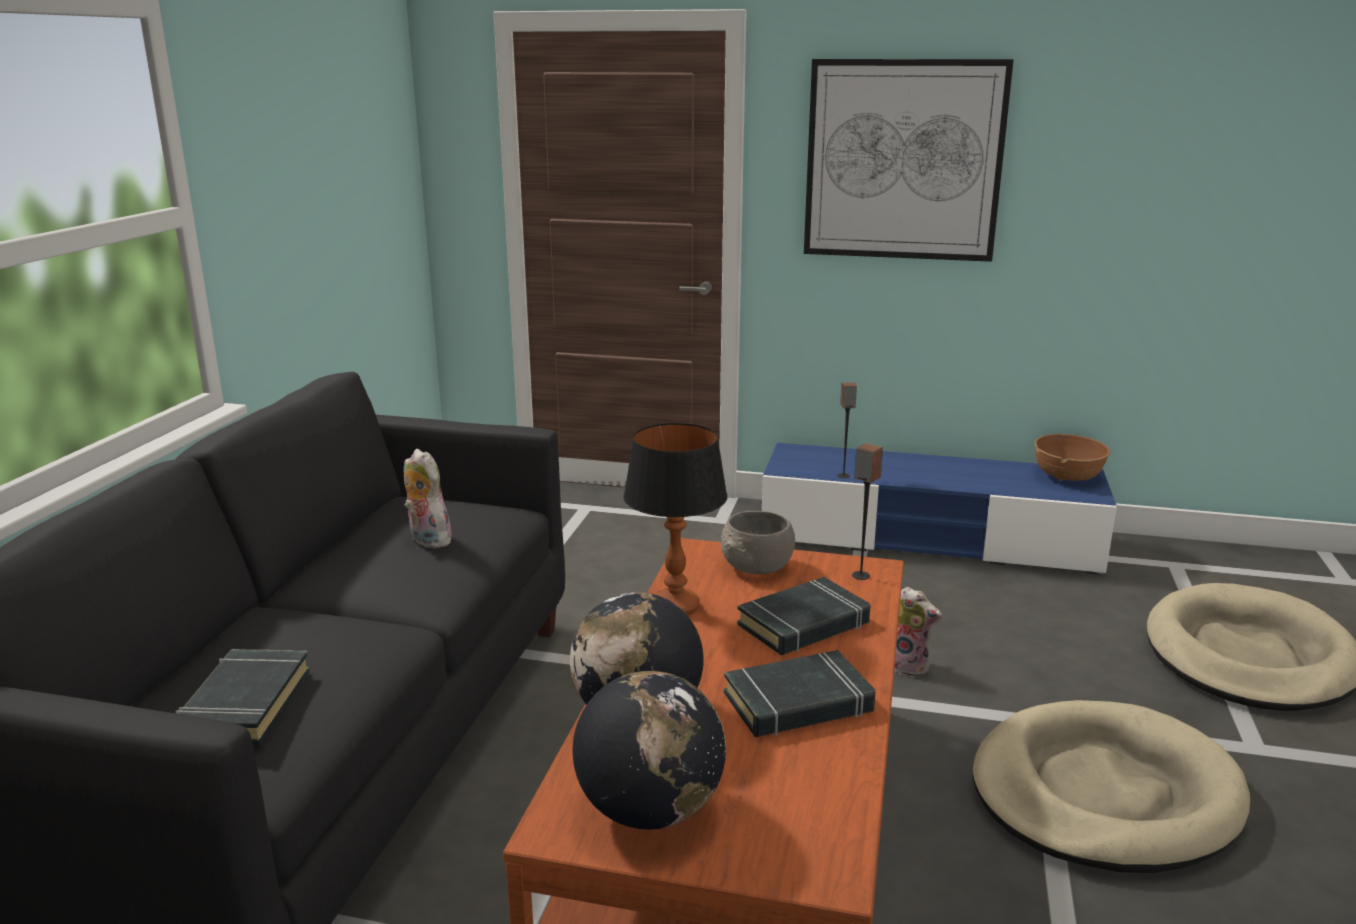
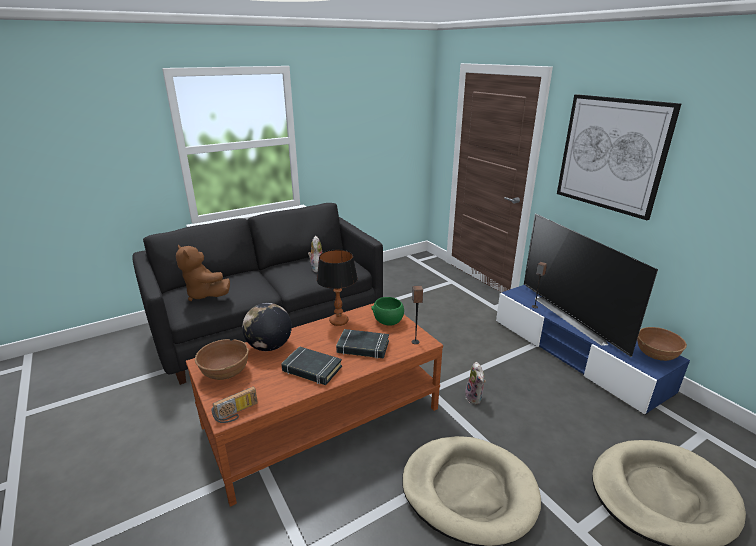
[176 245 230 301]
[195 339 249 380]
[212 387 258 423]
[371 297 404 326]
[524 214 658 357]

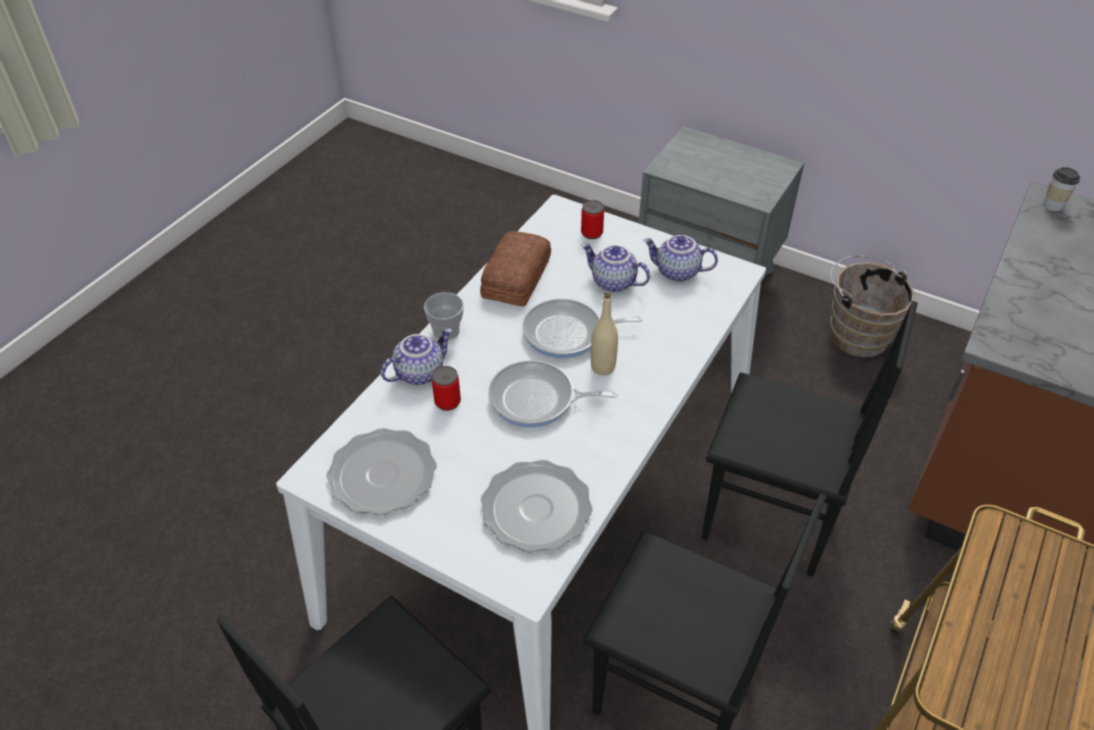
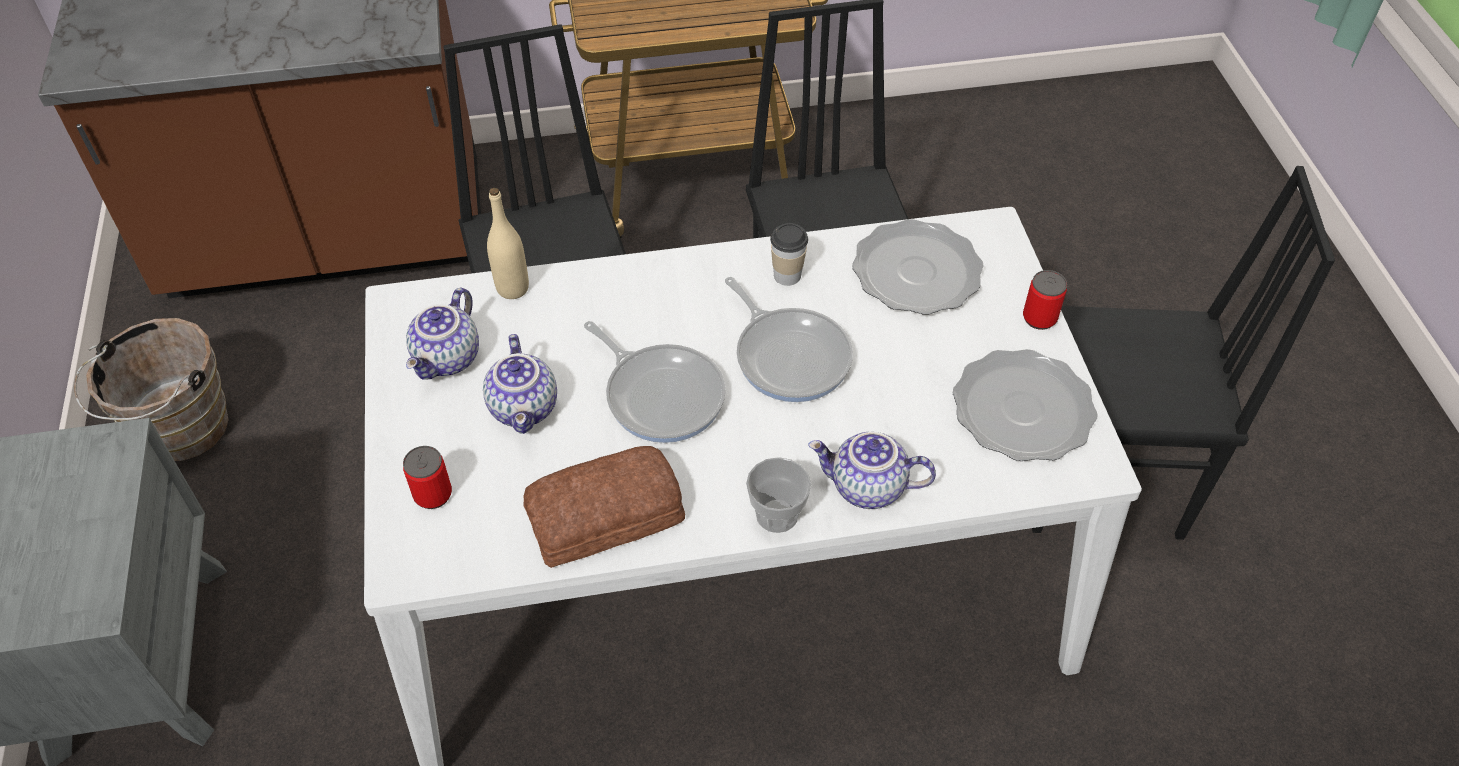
[406 288 479 380]
[487 188 529 299]
[770 223 808 286]
[1023 270 1067 330]

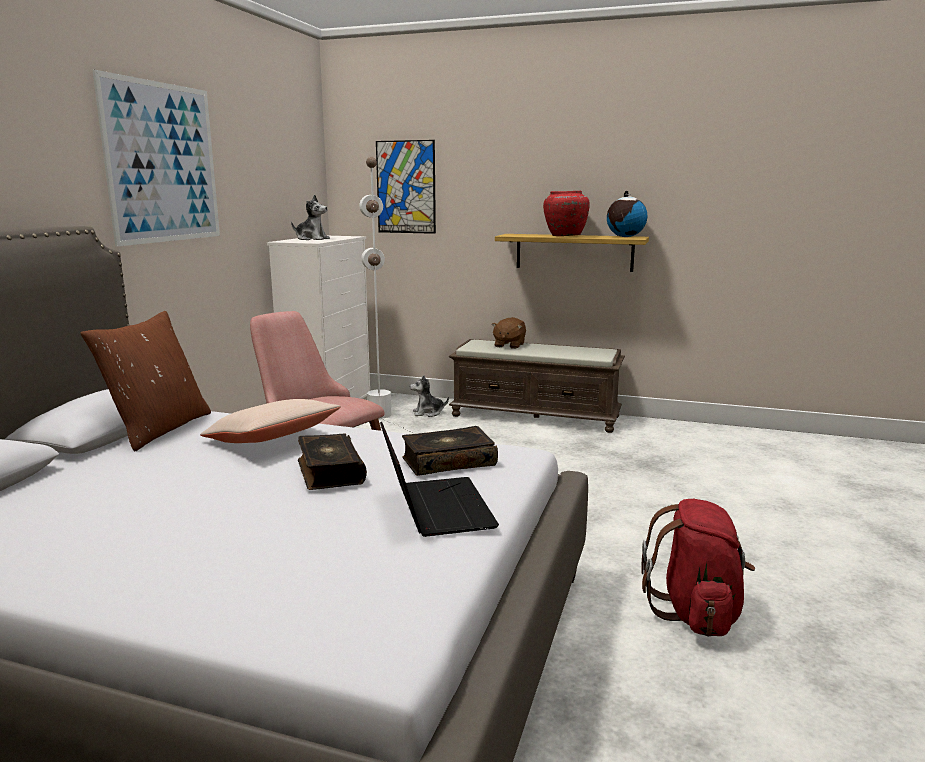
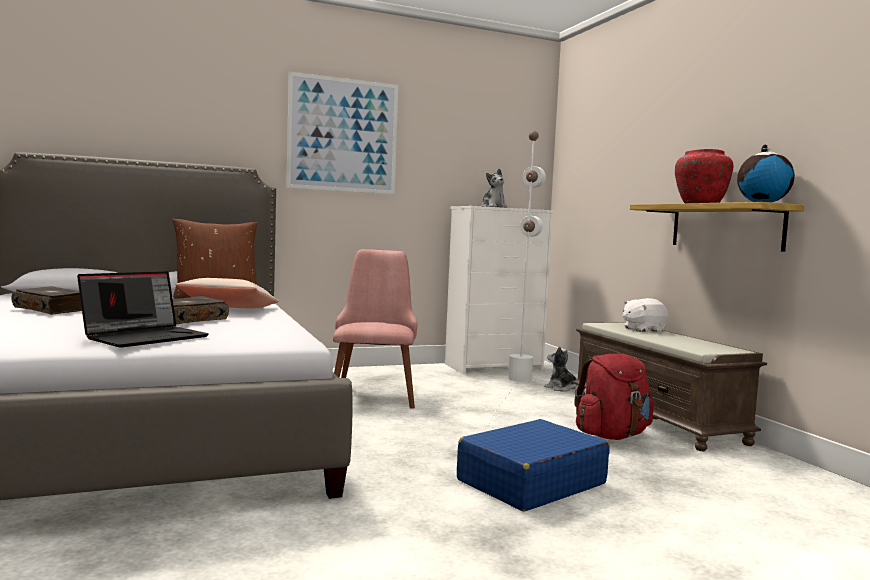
[11 286 82 314]
[457 419 610 512]
[574 353 654 440]
[623 298 668 332]
[376 140 436 234] (first image)

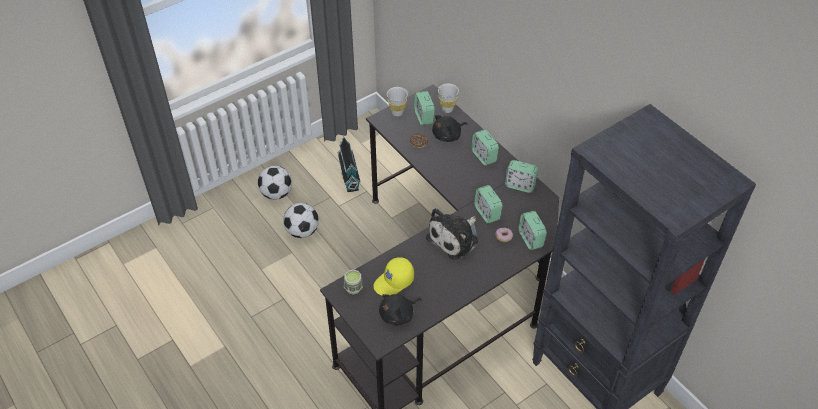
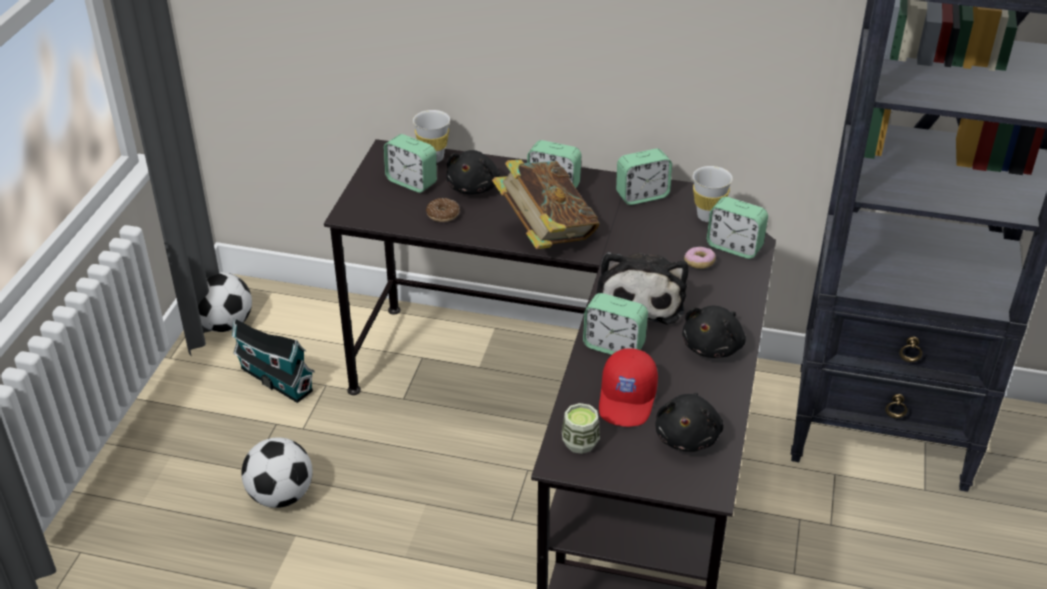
[198 272 252 332]
[492 160 600 249]
[583 293 648 355]
[599 348 658 427]
[682 306 746 358]
[693 166 733 222]

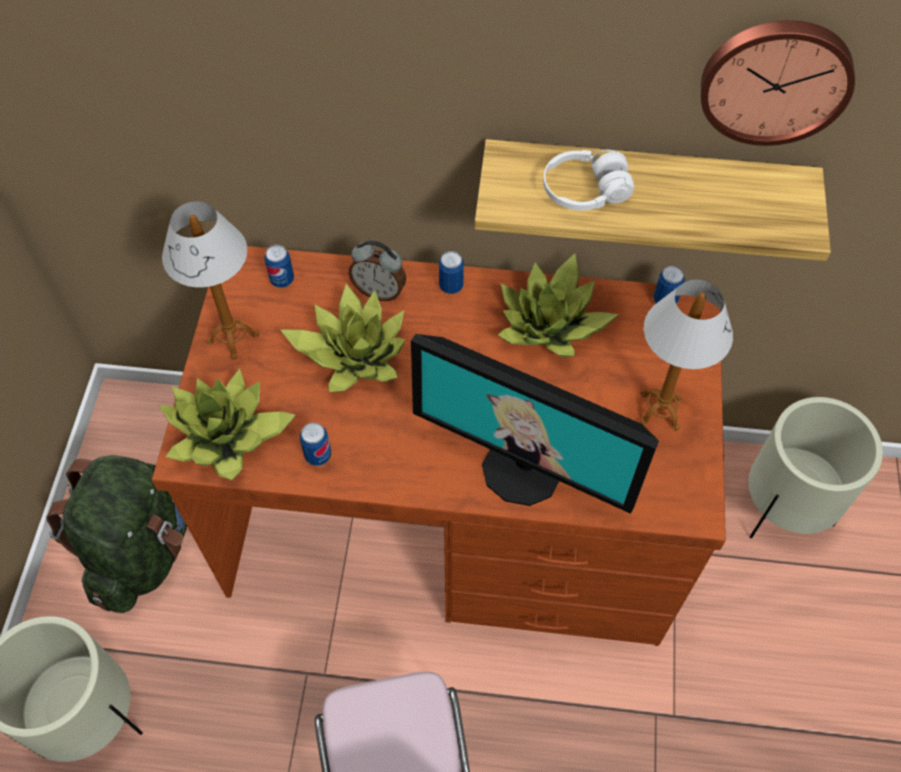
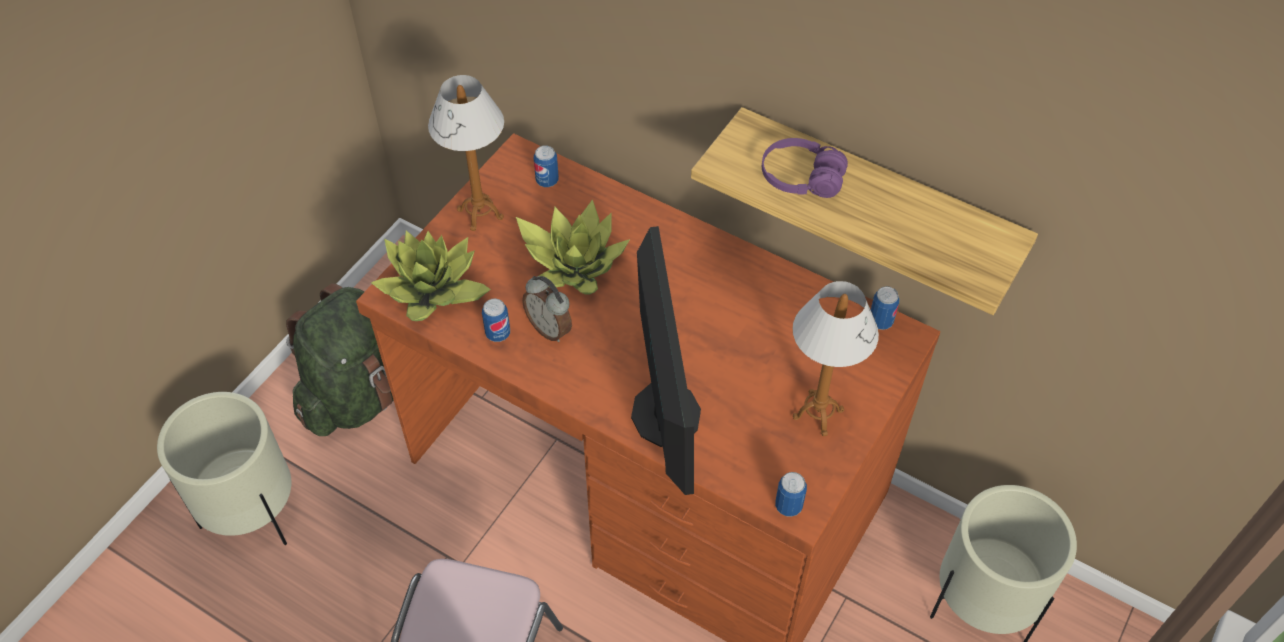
[522 276 572 342]
[631 226 701 495]
[762 138 848 198]
[775 472 807 517]
[498 253 619 357] (first image)
[701 20 855 146] (first image)

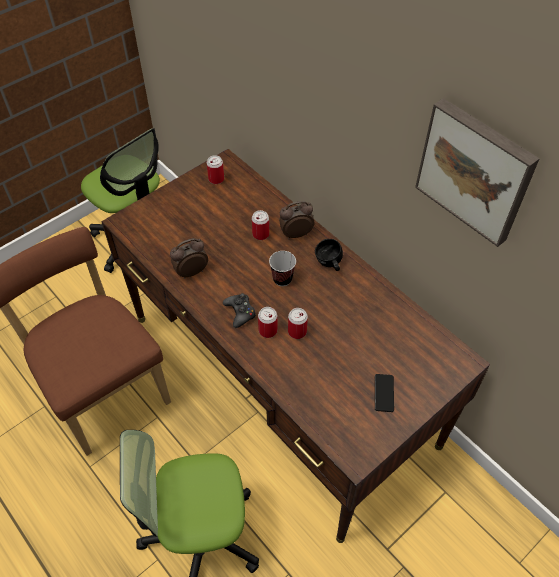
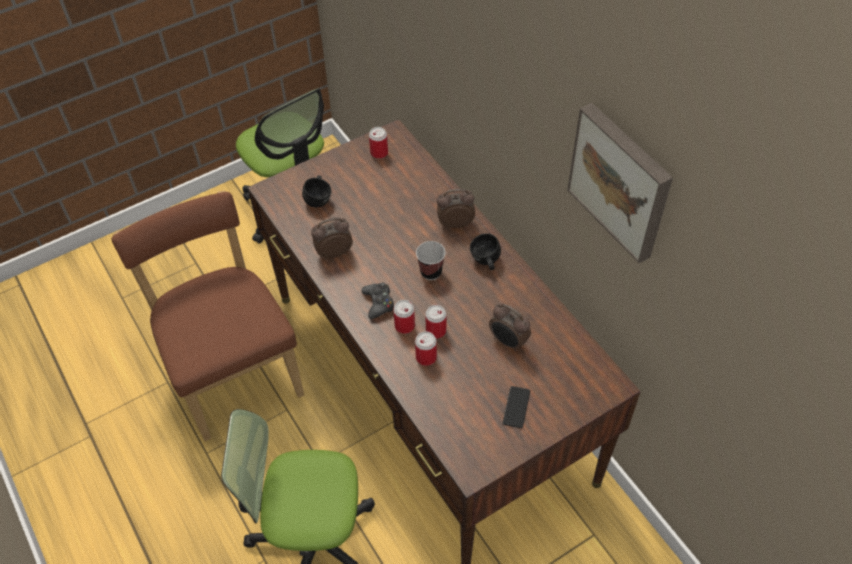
[302 175 332 207]
[415 331 437 366]
[489 304 531 352]

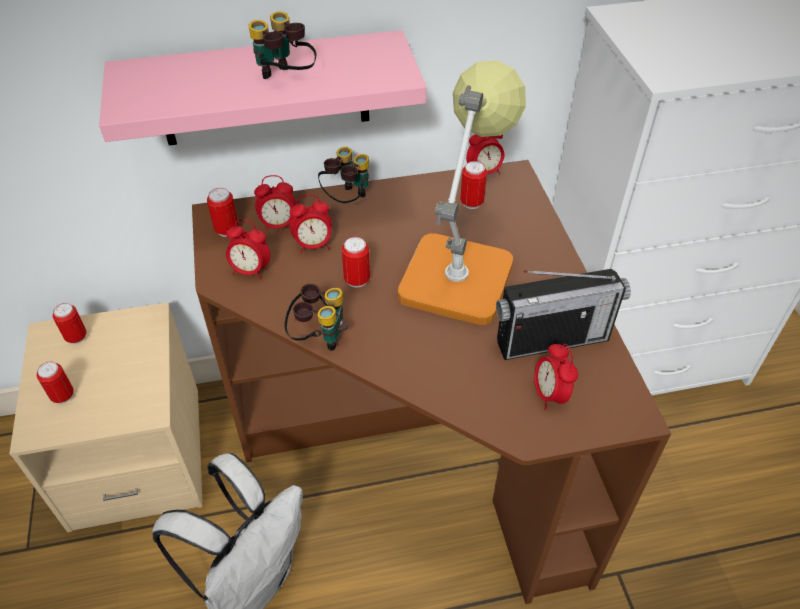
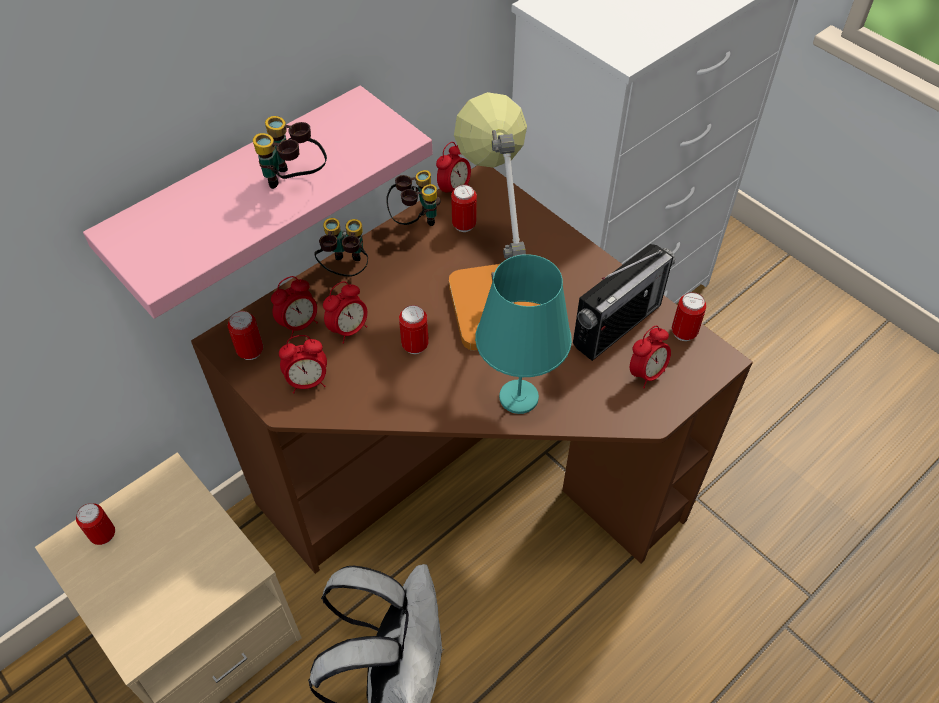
[386 170 441 226]
[475 254 572 414]
[630 326 671 388]
[672 292 706 341]

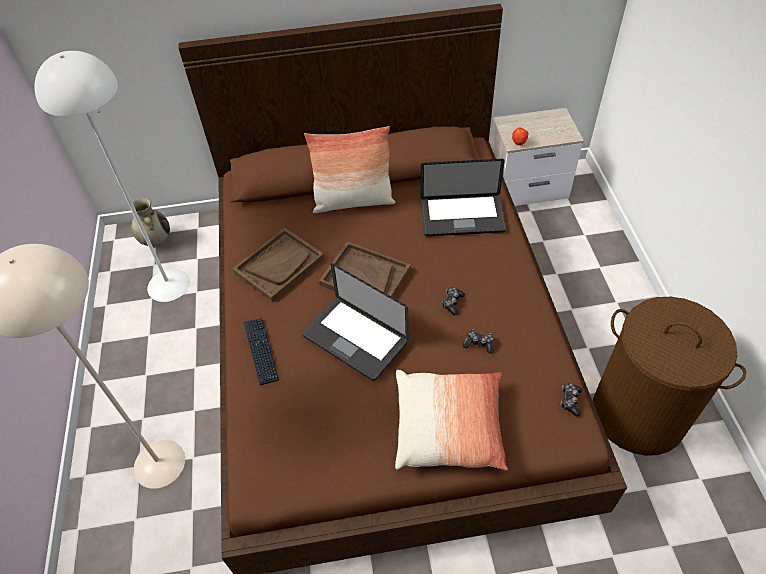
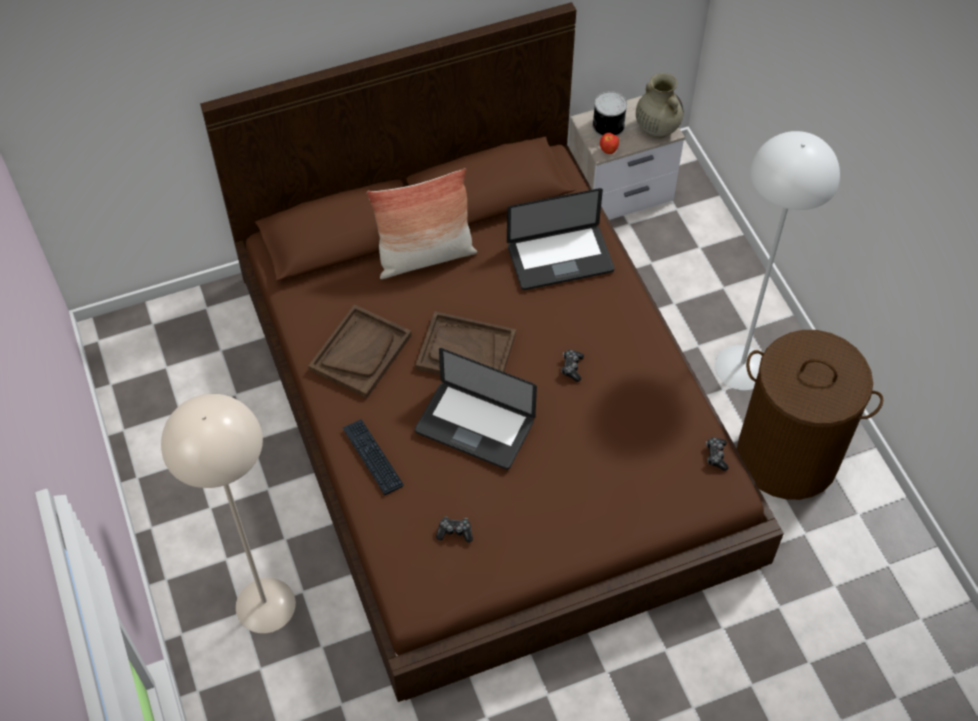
[436 517 473 543]
[592 91 627 136]
[636 73 684 139]
[715 131 840 390]
[395 370 508 470] (first image)

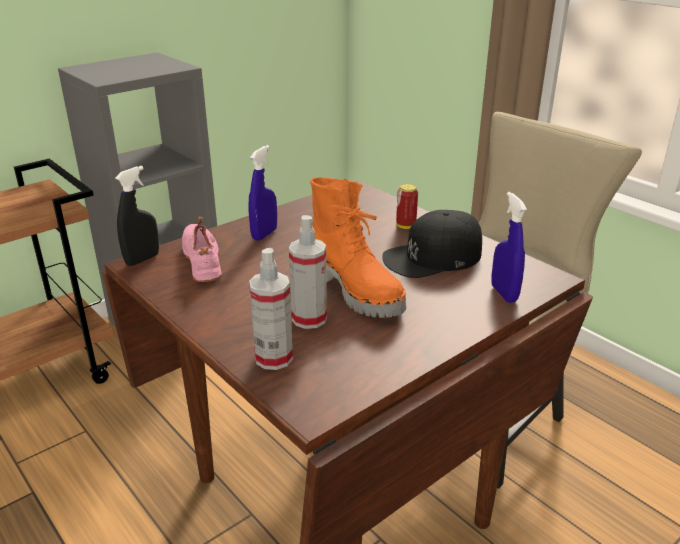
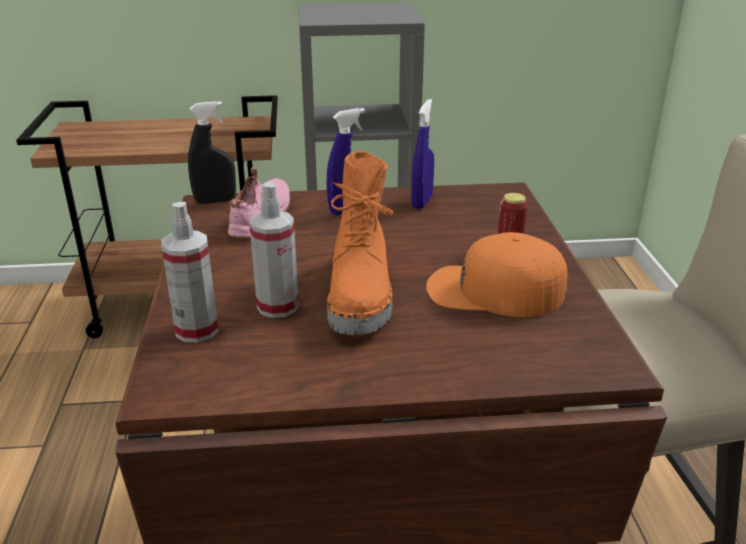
[411 99 434 209]
[426 232 567 317]

